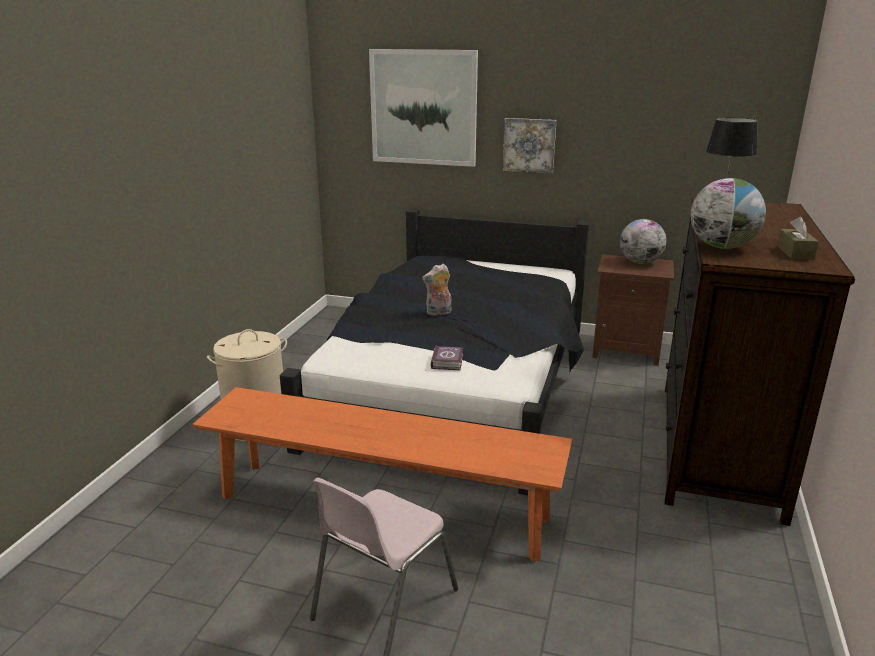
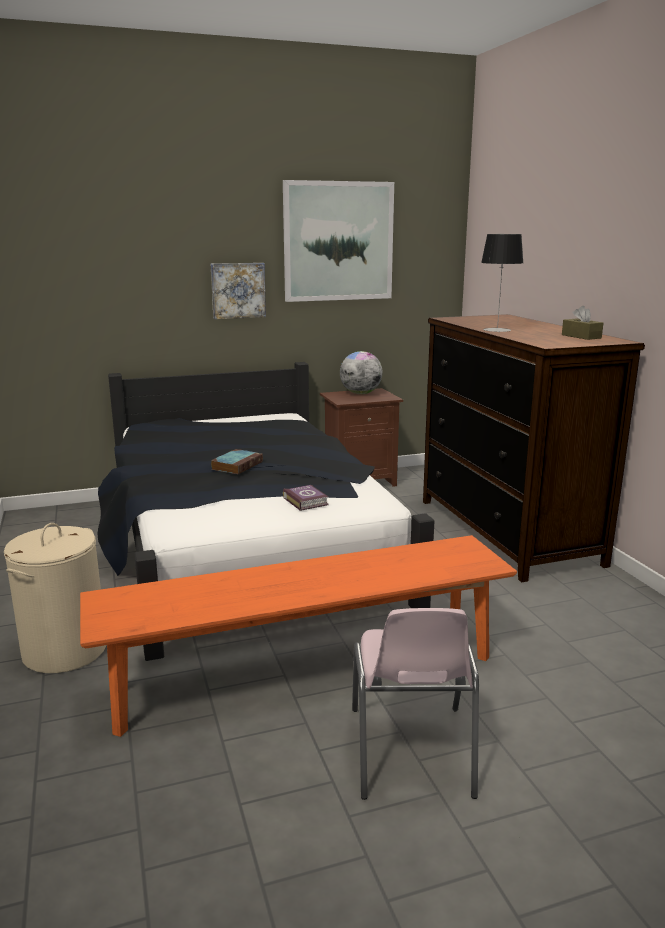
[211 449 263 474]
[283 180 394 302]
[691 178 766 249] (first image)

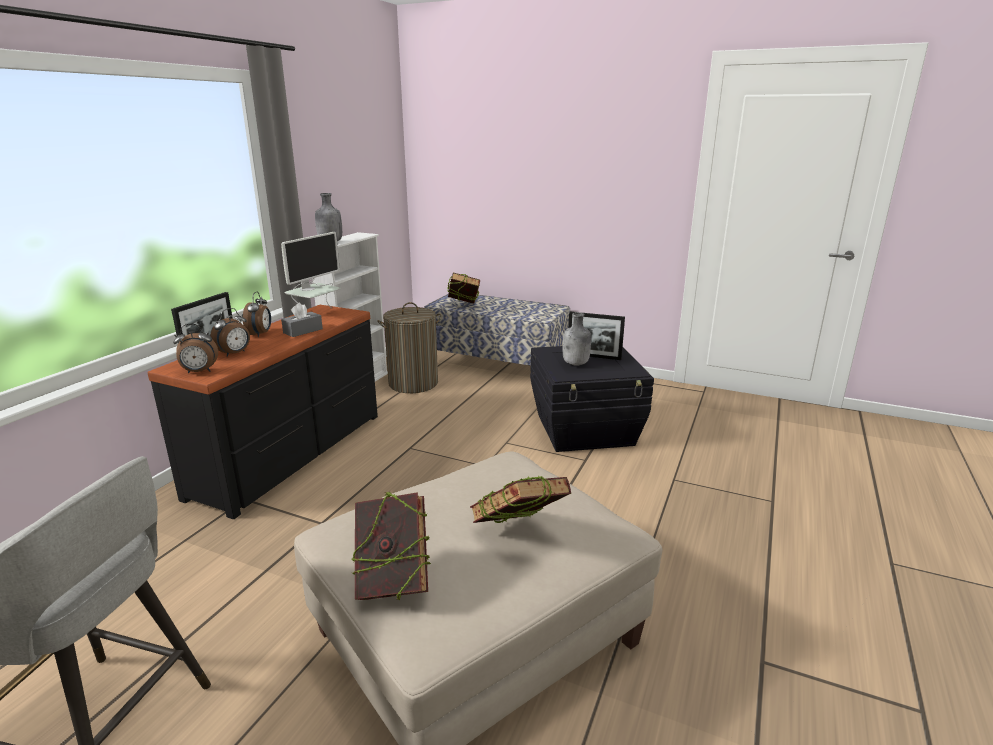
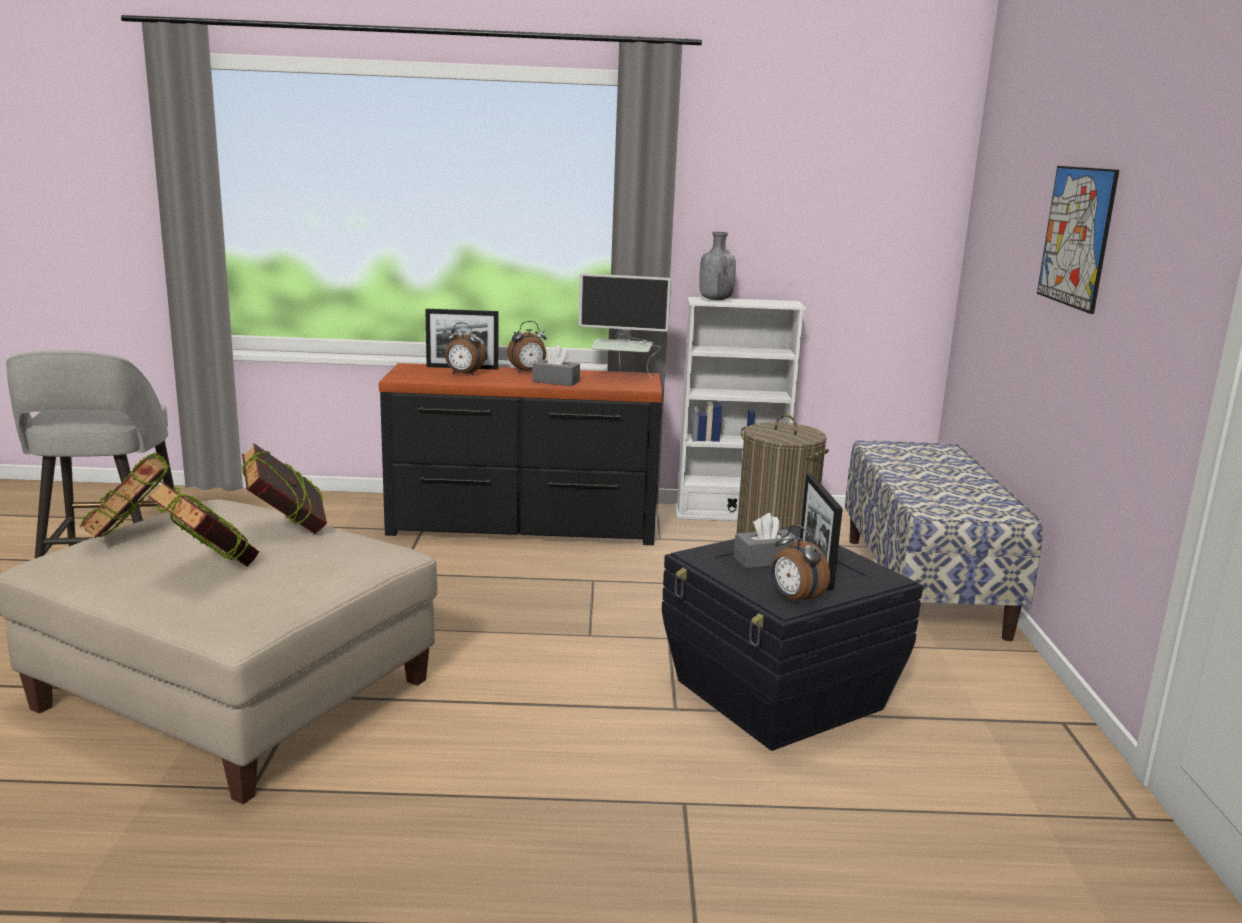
[242 443 327 534]
[734 513 798 568]
[771 525 830 606]
[1037 166 1119 314]

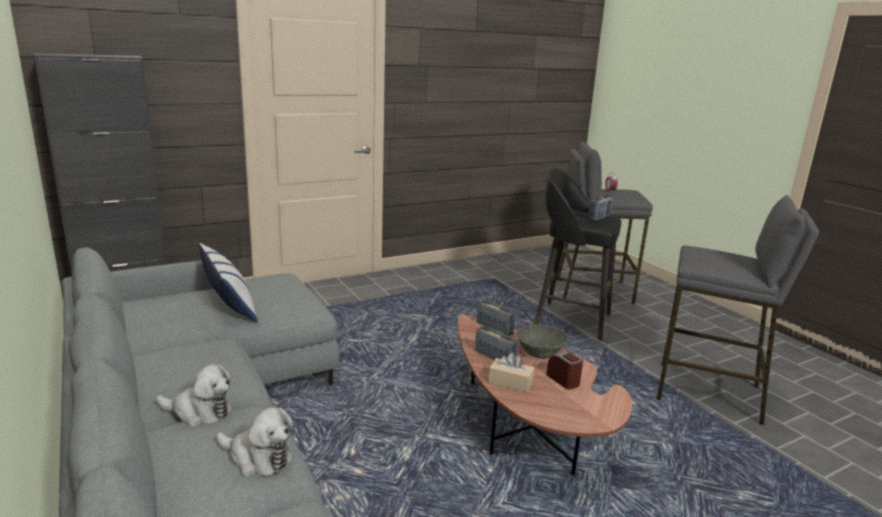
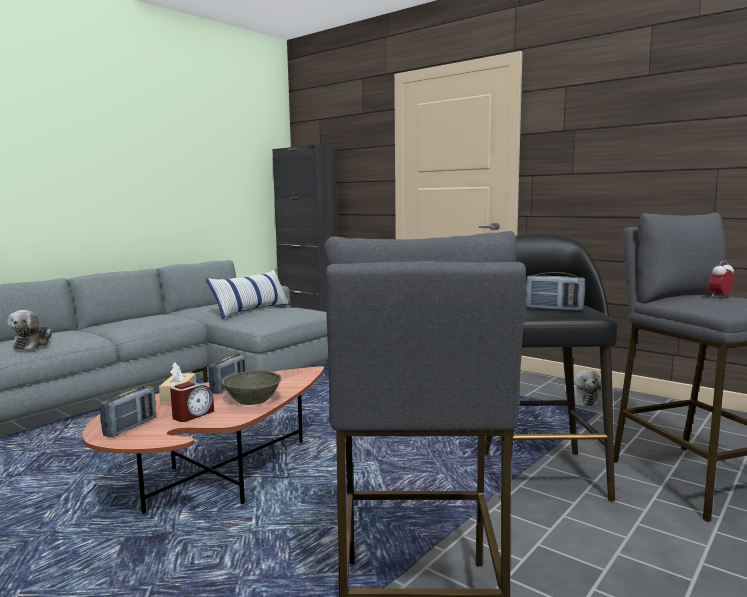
[100 386 156 437]
[565 370 601 406]

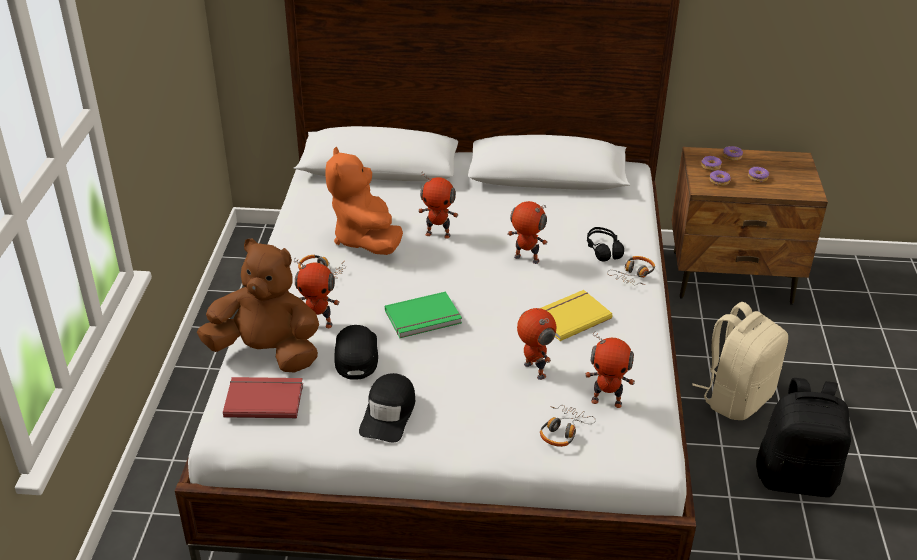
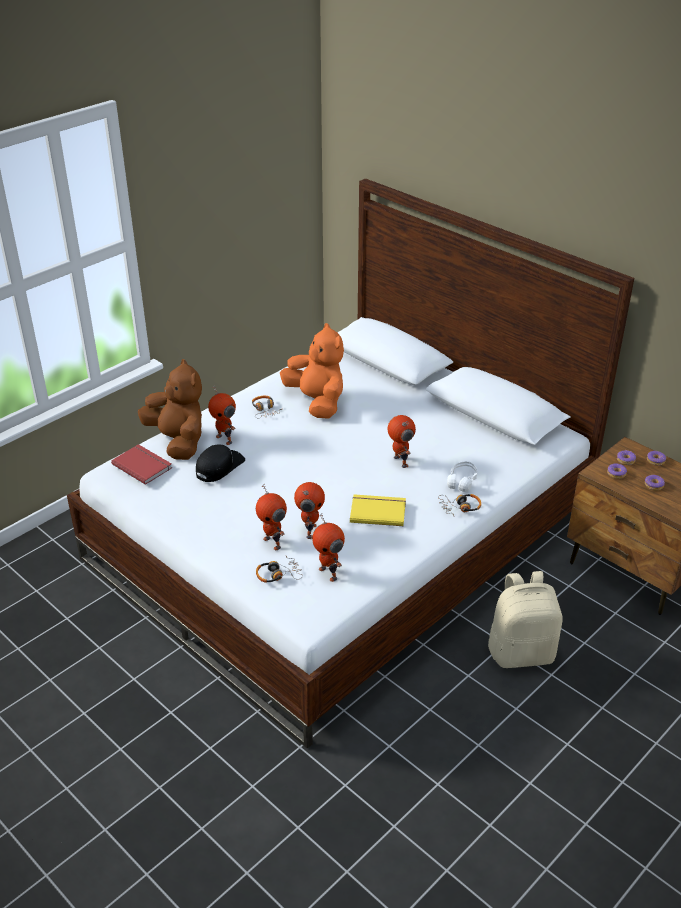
[256 484 287 550]
[280 323 344 419]
[447 461 478 492]
[359 373 415 442] (first image)
[385 291 462 338] (first image)
[756 378 851 497] (first image)

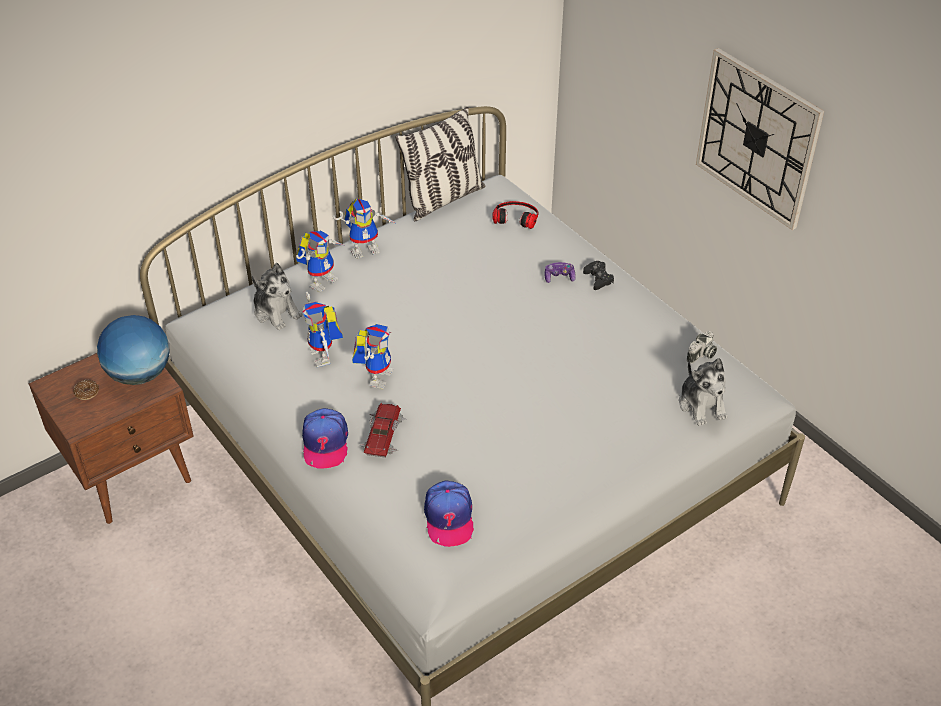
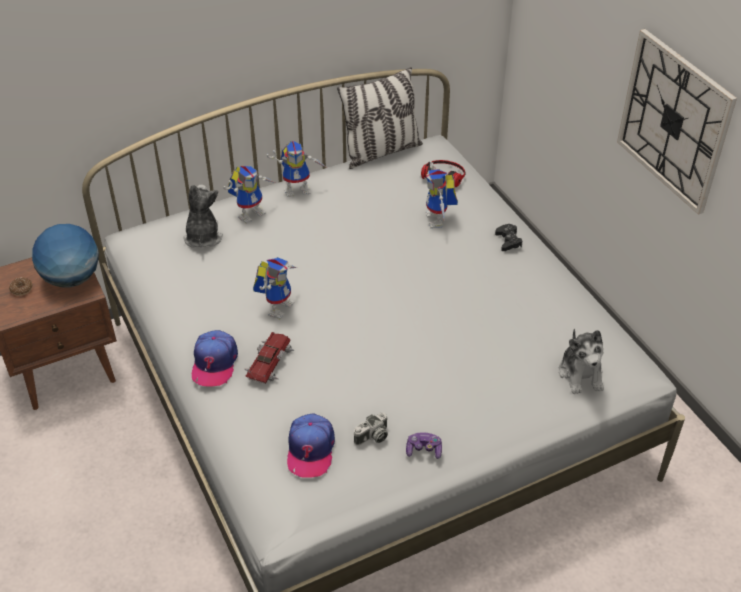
[184 184 223 248]
[354 412 388 446]
[406 432 442 459]
[426 161 458 228]

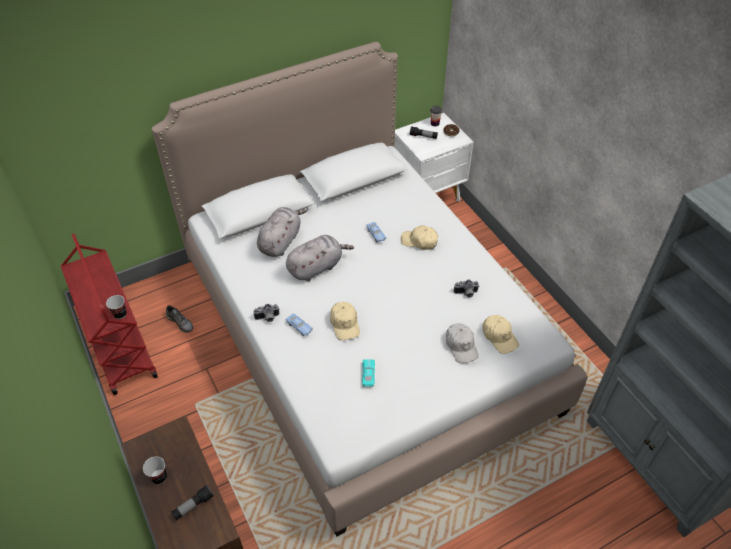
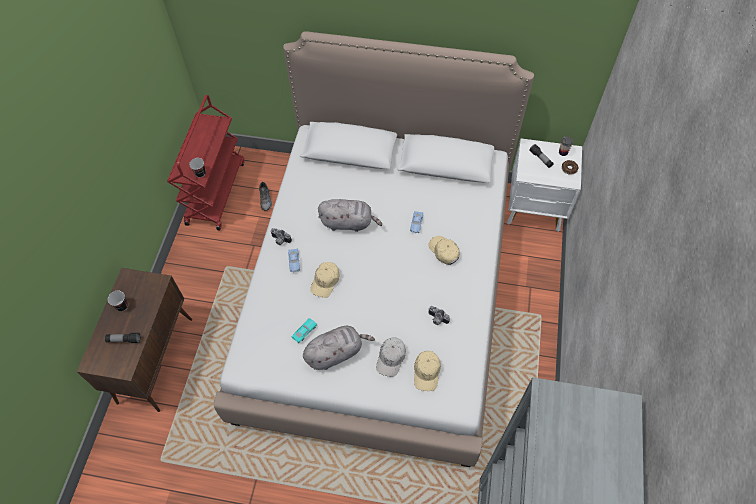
[303 326 375 370]

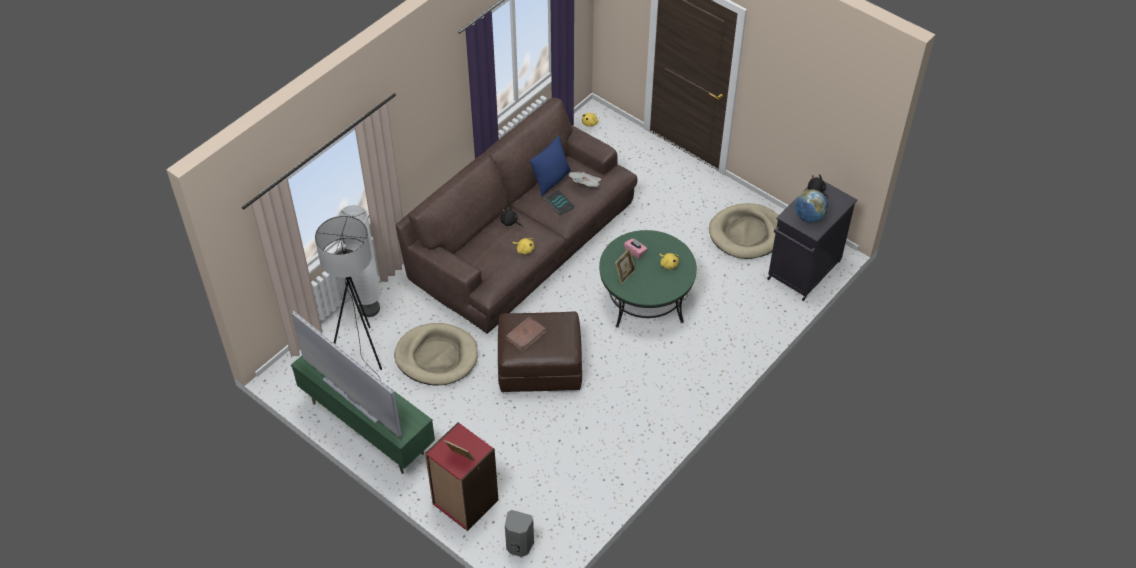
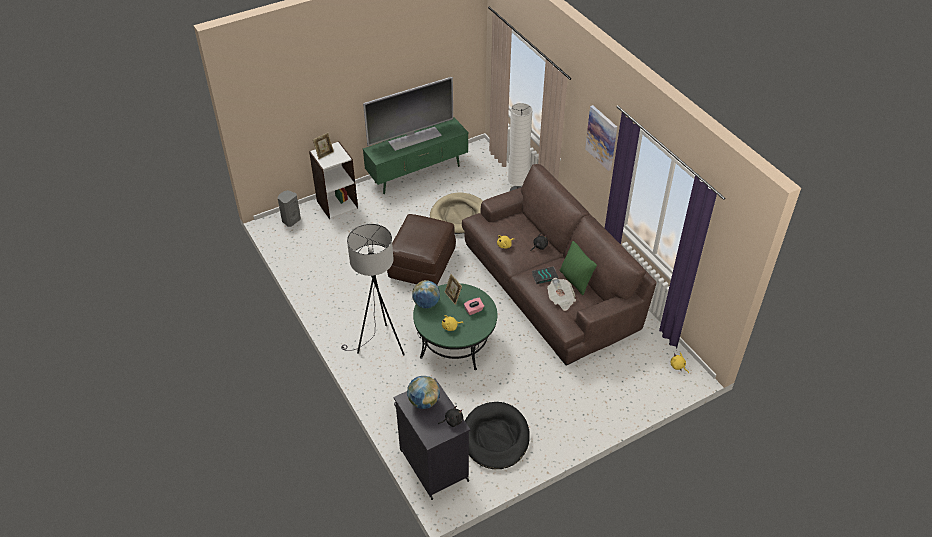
[309 141 358 219]
[341 224 405 355]
[412 280 440 308]
[465 402 530 469]
[559 241 597 295]
[585 105 617 171]
[505 316 547 352] (first image)

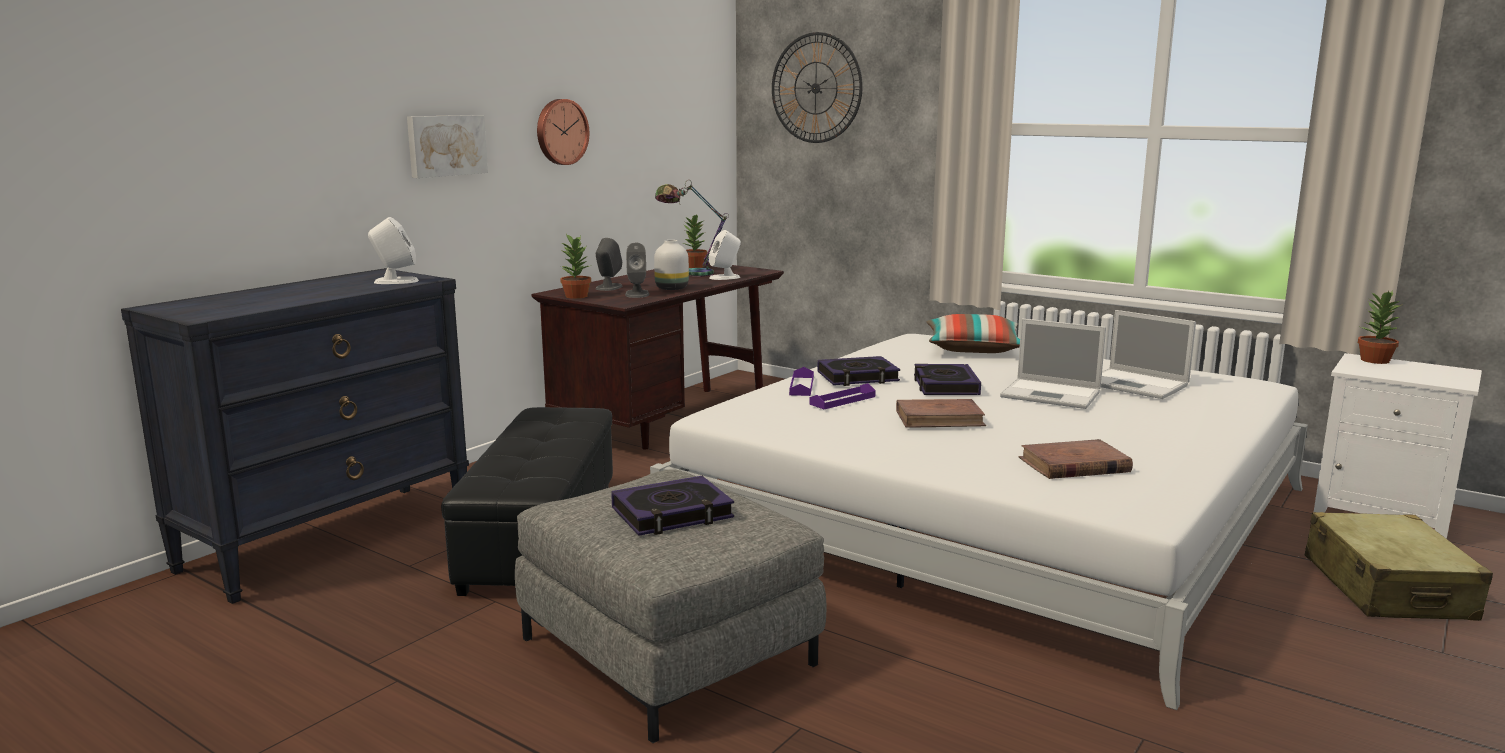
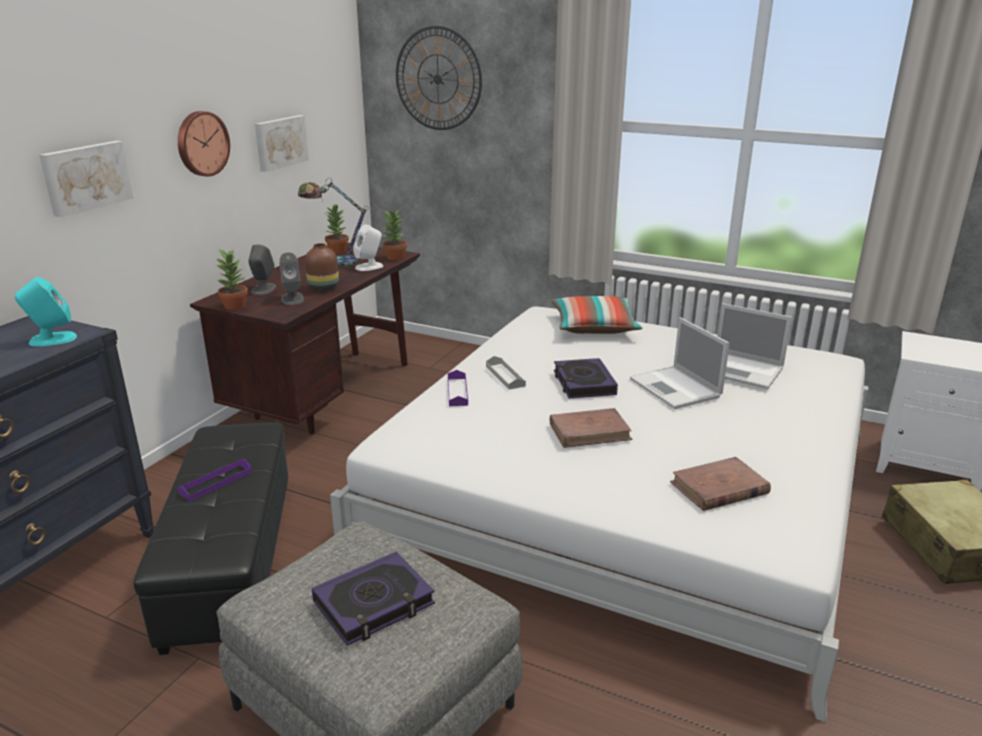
[15 277 77 346]
[178 459 252 501]
[255 115 309 172]
[305 243 339 291]
[383 209 407 260]
[486 356 526 390]
[630 317 730 409]

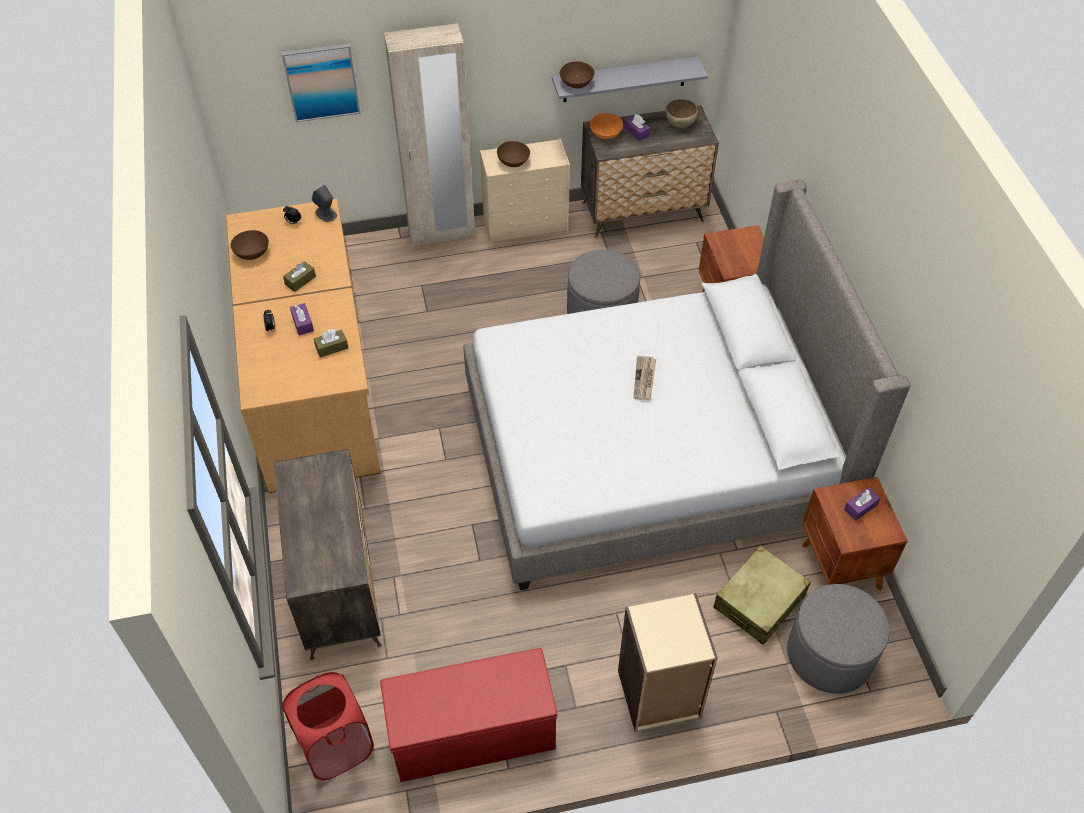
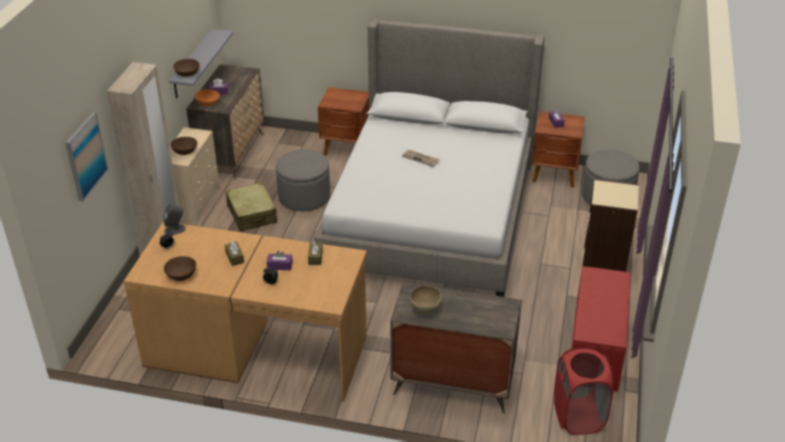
[225 182 277 231]
[410 286 442 314]

